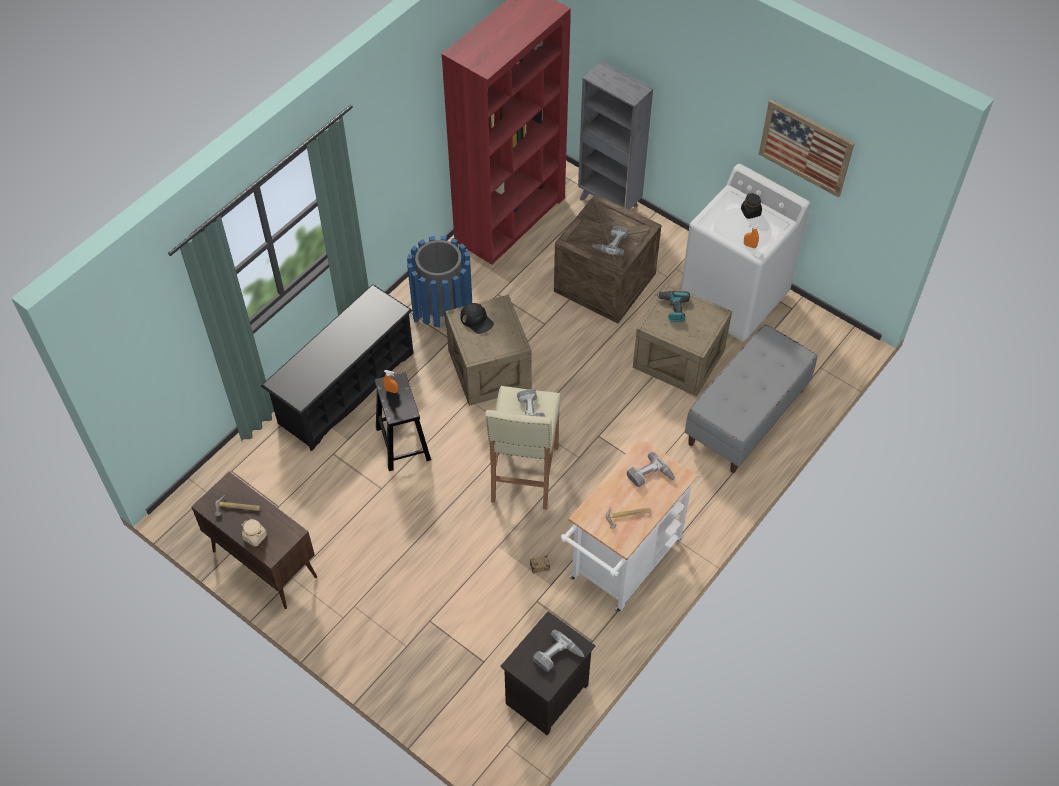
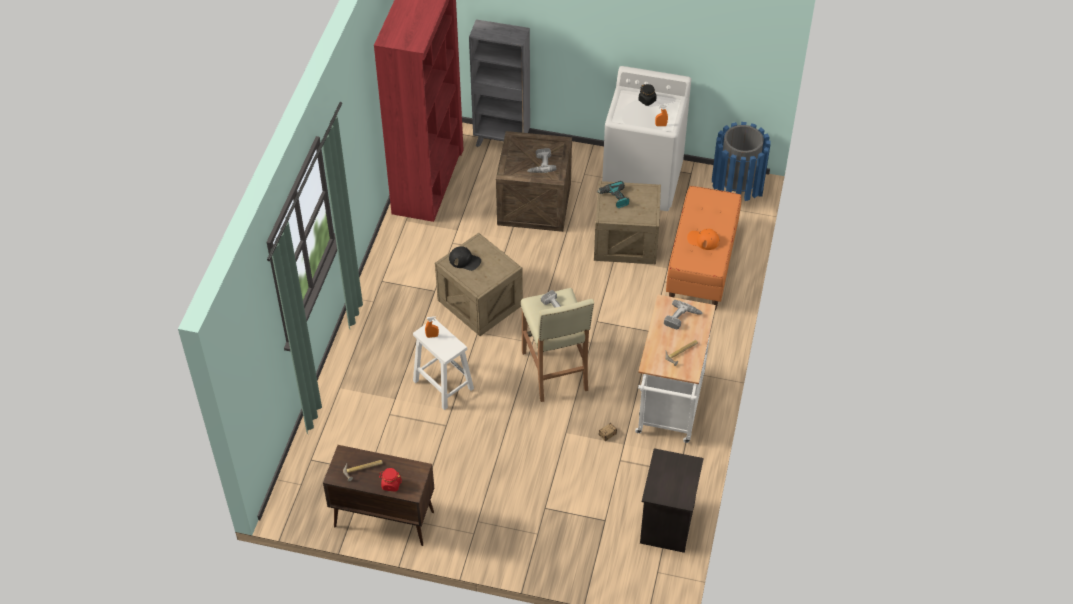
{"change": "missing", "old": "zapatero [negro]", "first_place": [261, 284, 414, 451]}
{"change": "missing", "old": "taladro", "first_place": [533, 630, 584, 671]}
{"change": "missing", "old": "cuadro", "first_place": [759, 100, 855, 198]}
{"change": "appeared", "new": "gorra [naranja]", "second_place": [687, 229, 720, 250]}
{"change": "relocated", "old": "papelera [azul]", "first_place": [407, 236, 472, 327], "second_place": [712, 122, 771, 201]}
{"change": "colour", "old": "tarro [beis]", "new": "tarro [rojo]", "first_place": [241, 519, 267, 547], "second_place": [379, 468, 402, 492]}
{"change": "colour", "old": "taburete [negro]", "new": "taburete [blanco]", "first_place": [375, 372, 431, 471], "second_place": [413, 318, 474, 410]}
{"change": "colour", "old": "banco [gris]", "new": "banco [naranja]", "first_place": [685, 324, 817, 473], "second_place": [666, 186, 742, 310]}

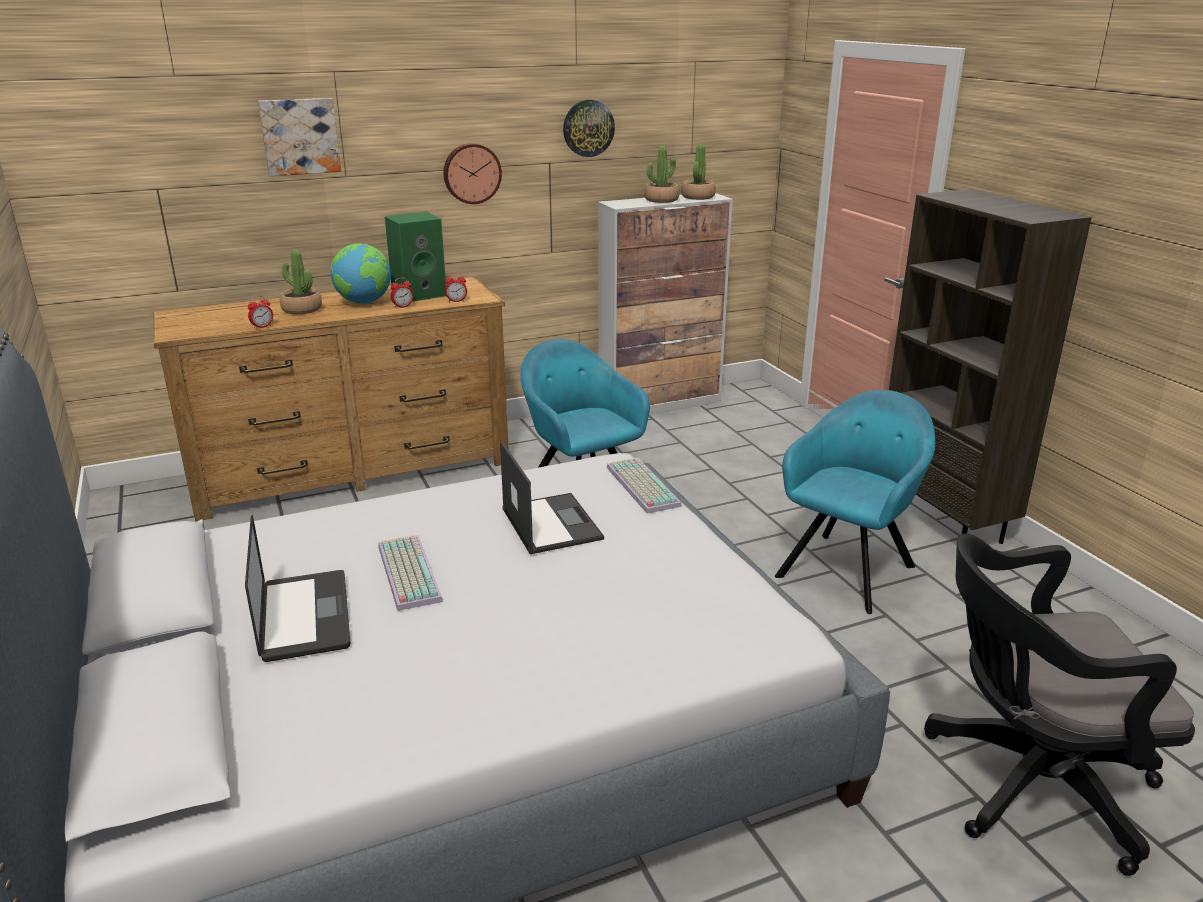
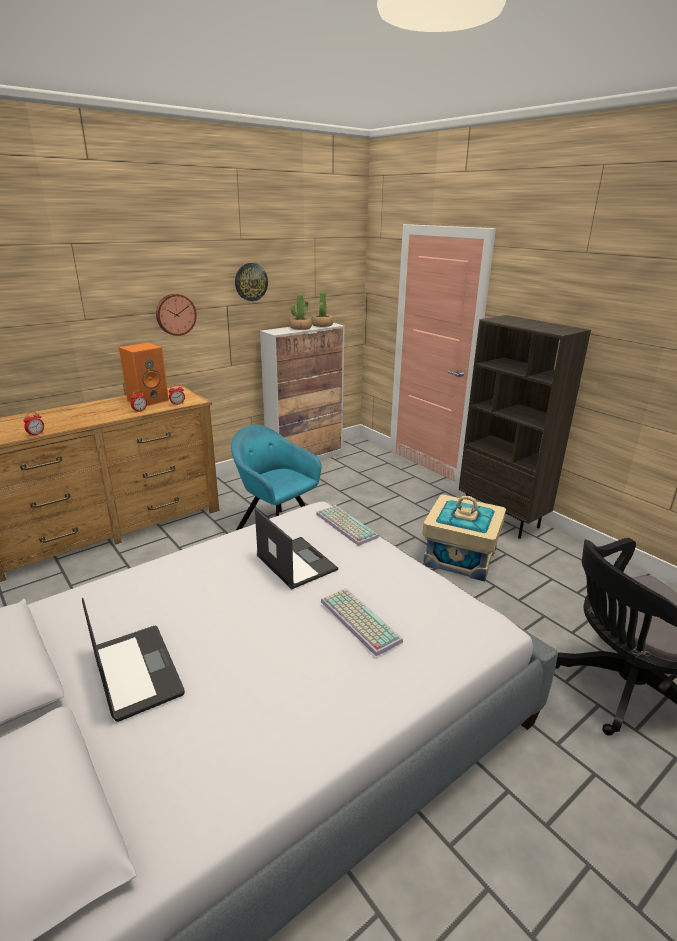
{"change": "missing", "old": "cuadro", "first_place": [258, 98, 341, 176]}
{"change": "missing", "old": "planta en maceta", "first_place": [280, 249, 322, 314]}
{"change": "missing", "old": "globo terráqueo", "first_place": [331, 243, 391, 304]}
{"change": "relocated", "old": "teclado", "first_place": [378, 535, 443, 611], "second_place": [321, 588, 403, 656]}
{"change": "exchanged", "old": "sillón [turquesa]", "new": "caja de almacenaje [beis]", "first_place": [775, 390, 935, 614], "second_place": [423, 495, 506, 582]}
{"change": "colour", "old": "altavoz [verde]", "new": "altavoz [naranja]", "first_place": [385, 212, 446, 302], "second_place": [119, 343, 169, 406]}

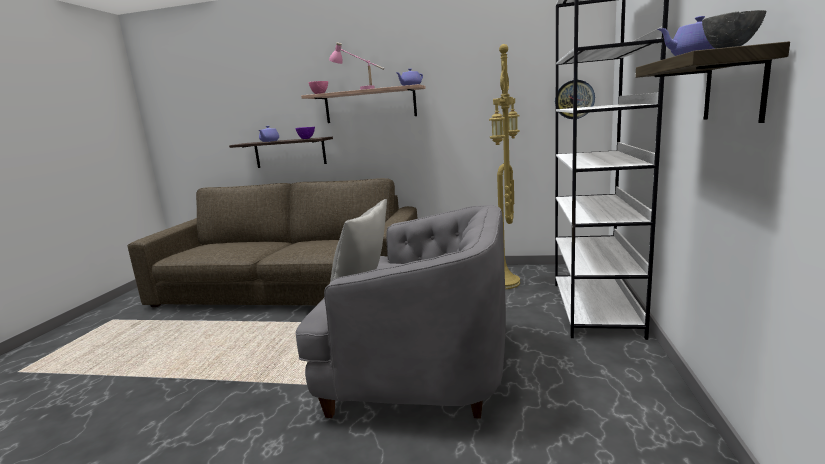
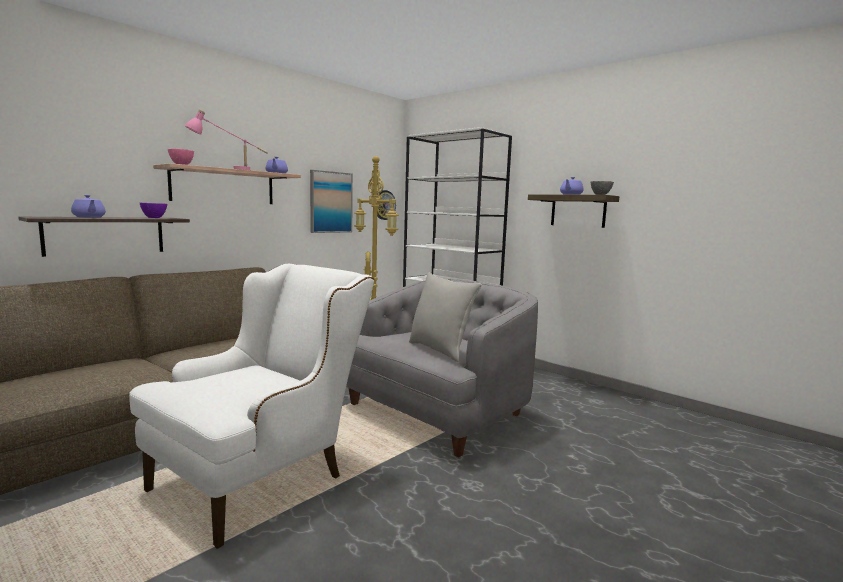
{"change": "appeared", "new": "sillón [blanco]", "second_place": [129, 264, 375, 549]}
{"change": "appeared", "new": "cuadro", "second_place": [310, 170, 353, 233]}

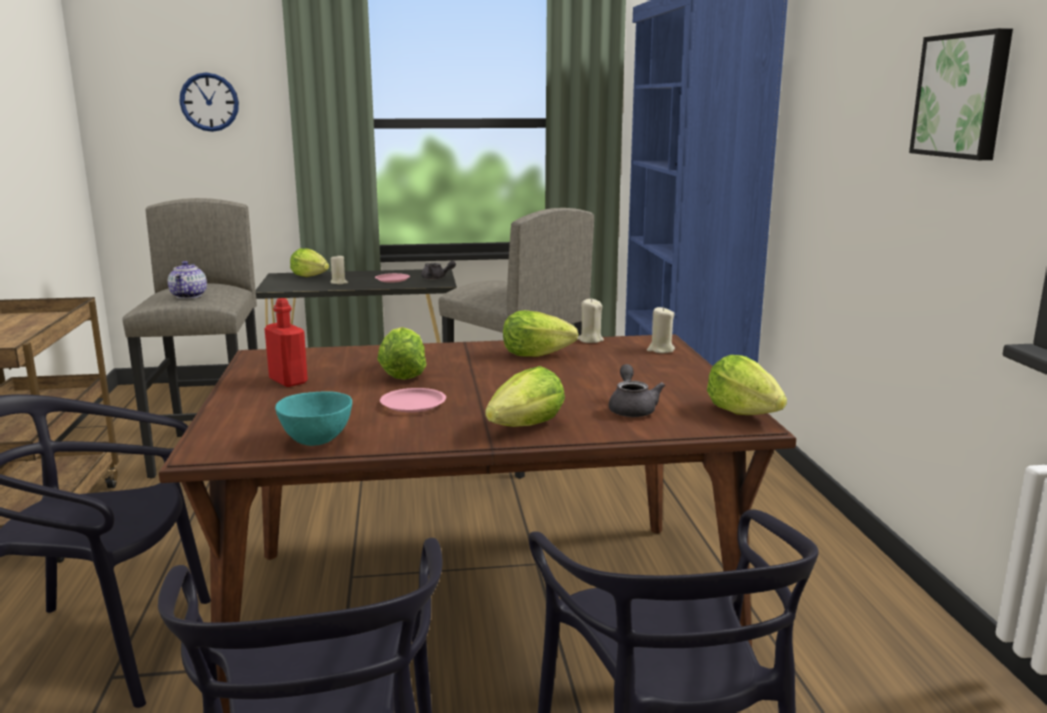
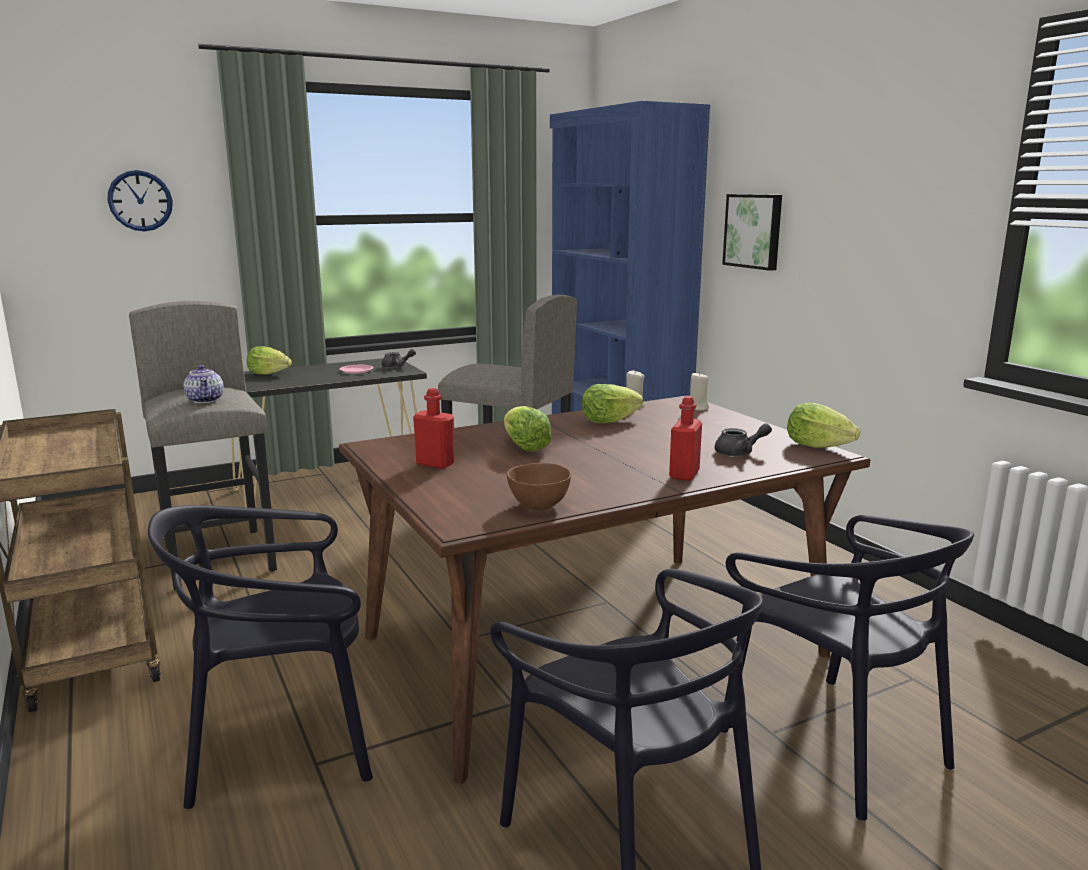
{"change": "missing", "old": "vela [beis]", "first_place": [330, 254, 348, 284]}
{"change": "missing", "old": "plato [rosa]", "first_place": [380, 388, 446, 413]}
{"change": "relocated", "old": "cuadro", "first_place": [909, 28, 1013, 160], "second_place": [722, 194, 782, 271]}
{"change": "exchanged", "old": "lechuga", "new": "botella [rojo]", "first_place": [485, 366, 565, 427], "second_place": [669, 396, 702, 481]}
{"change": "colour", "old": "cuenco [turquesa]", "new": "cuenco [marrón]", "first_place": [275, 391, 352, 446], "second_place": [507, 463, 571, 510]}
{"change": "spun", "old": "tetera [gris]", "first_place": [609, 364, 665, 417], "second_place": [715, 423, 772, 456], "degrees": 105}

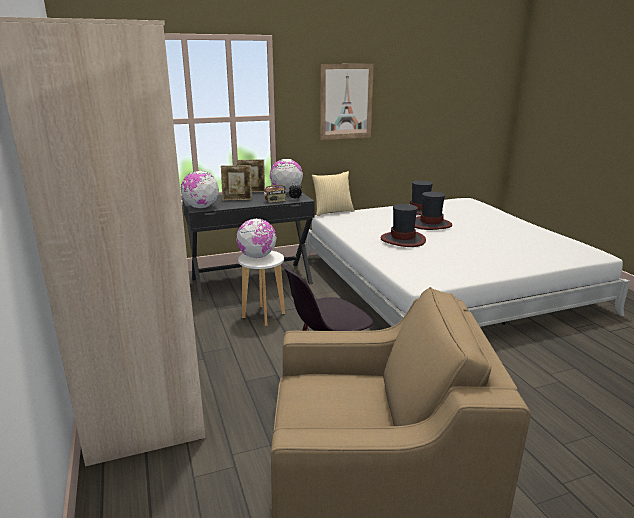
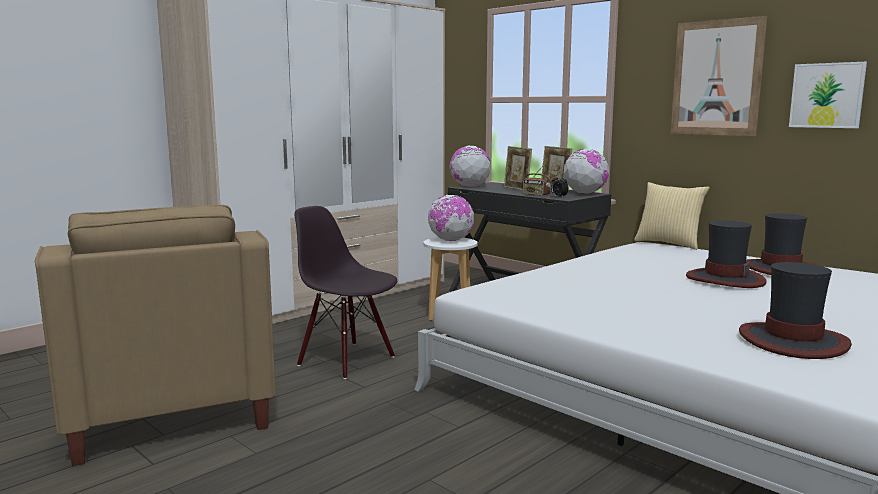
{"change": "appeared", "new": "cuadro", "second_place": [789, 62, 867, 128]}
{"change": "relocated", "old": "sombrero", "first_place": [381, 204, 426, 247], "second_place": [739, 262, 852, 359]}

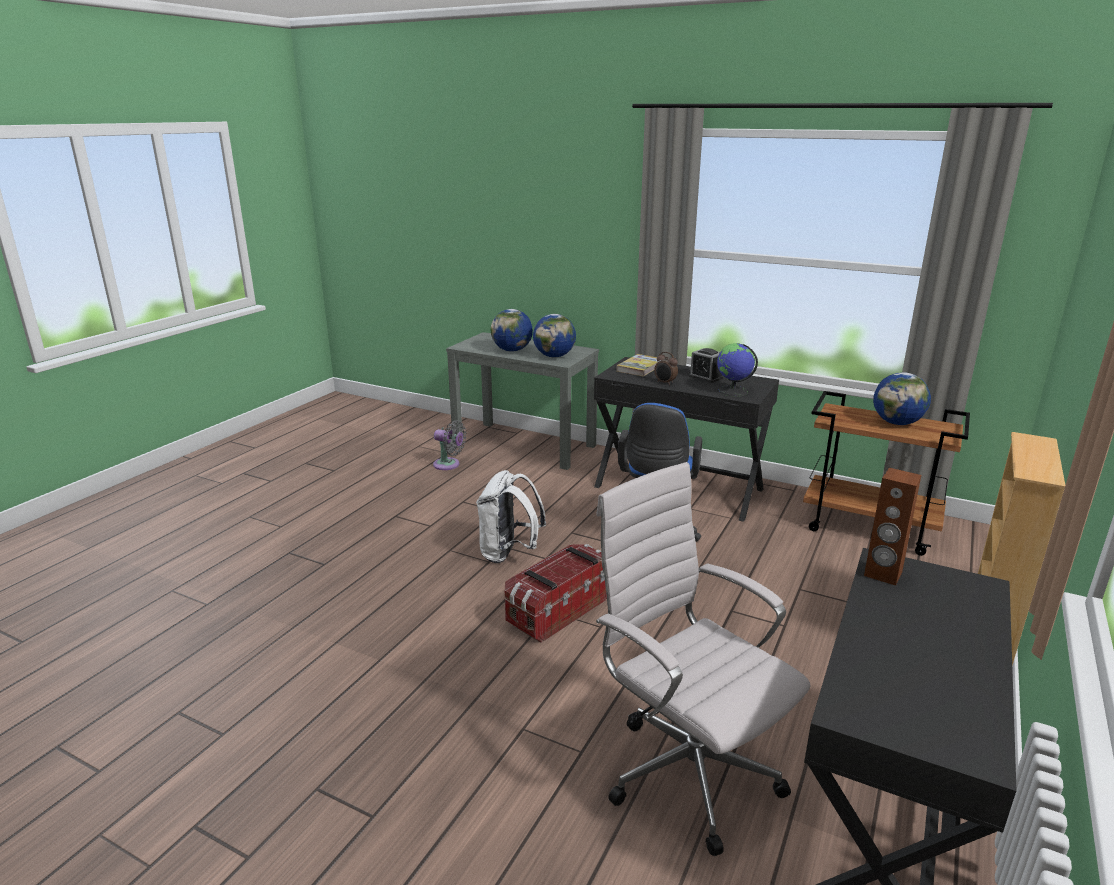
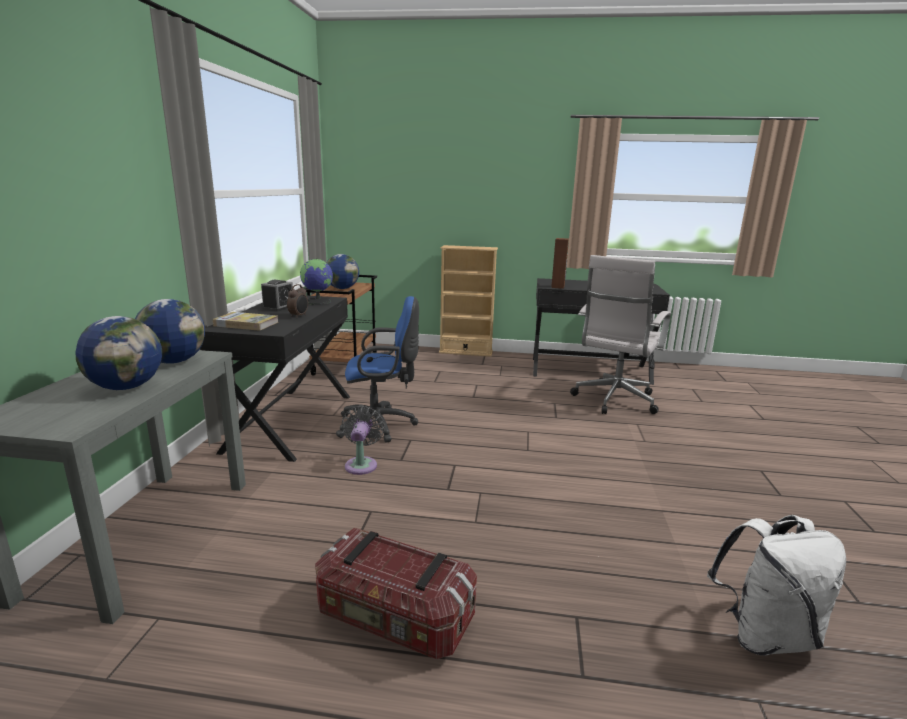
{"change": "relocated", "old": "ventilador [gris]", "first_place": [433, 420, 466, 470], "second_place": [342, 406, 385, 475]}
{"change": "relocated", "old": "mochila [blanco]", "first_place": [476, 470, 546, 563], "second_place": [707, 515, 846, 655]}
{"change": "relocated", "old": "caja de almacenaje", "first_place": [505, 544, 607, 643], "second_place": [315, 528, 477, 660]}

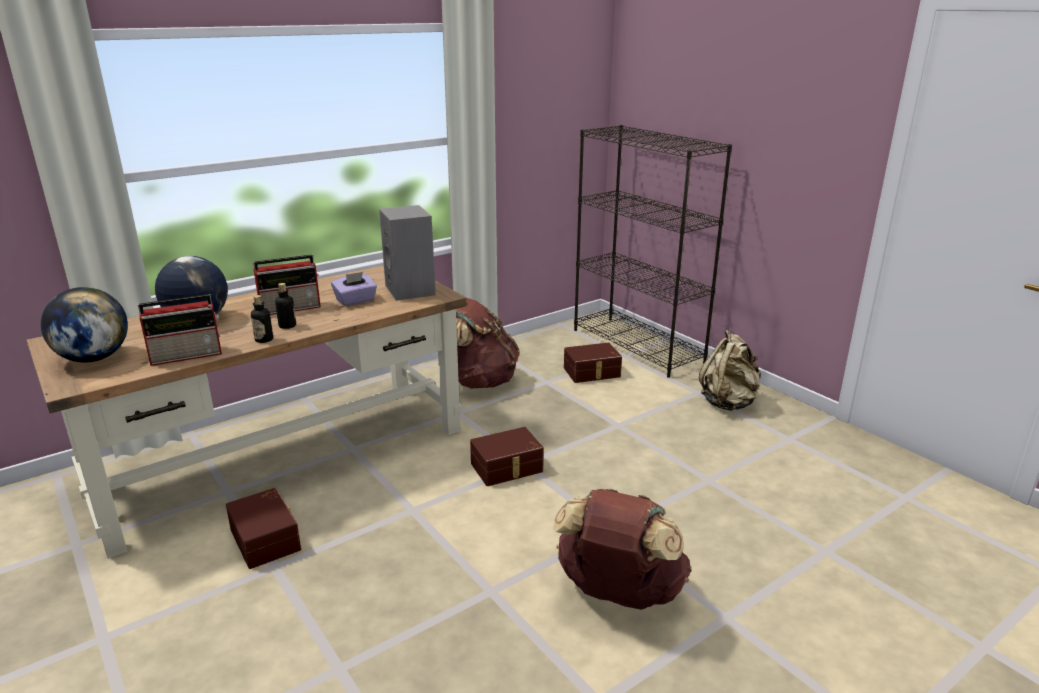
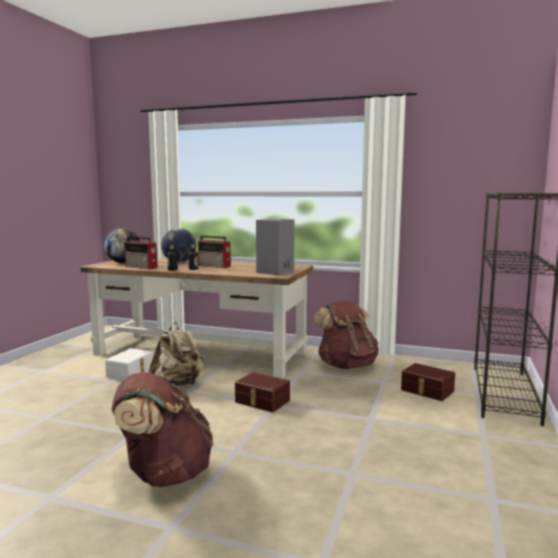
{"change": "missing", "old": "caja de pañuelos [morado]", "first_place": [331, 272, 377, 306]}
{"change": "relocated", "old": "mochila [beis]", "first_place": [699, 330, 761, 411], "second_place": [149, 322, 204, 386]}
{"change": "colour", "old": "caja de almacenaje [marrón]", "new": "caja de almacenaje [blanco]", "first_place": [226, 488, 301, 569], "second_place": [105, 348, 153, 381]}

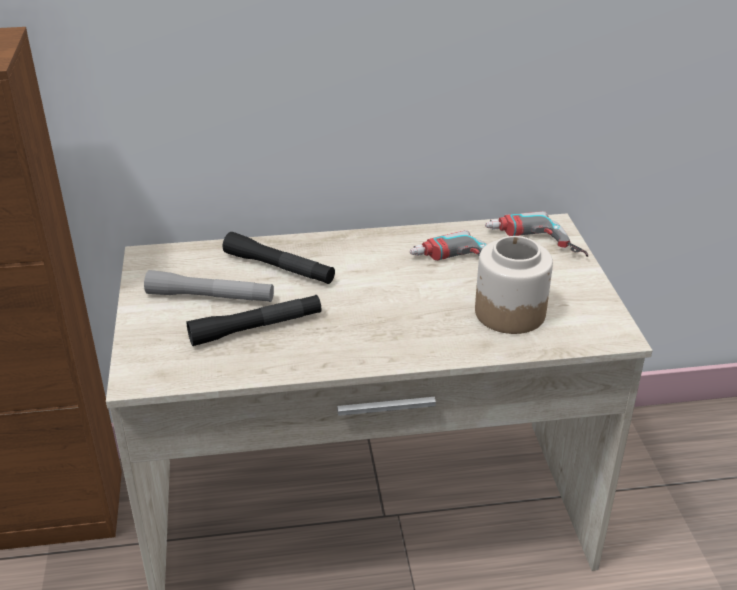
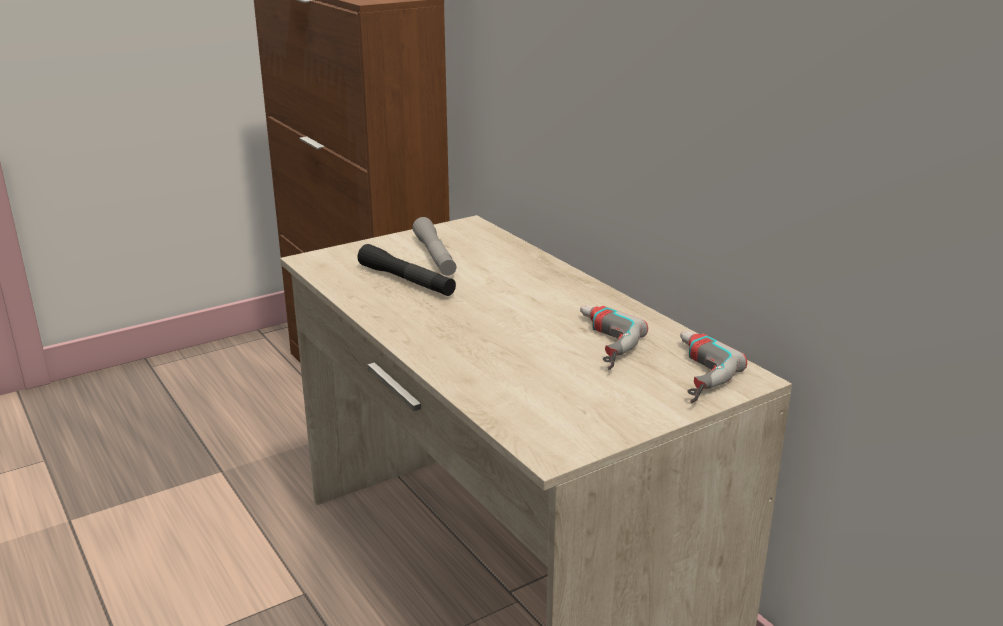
{"change": "missing", "old": "linterna [negro]", "first_place": [223, 232, 335, 284]}
{"change": "missing", "old": "tarro", "first_place": [475, 236, 553, 334]}

